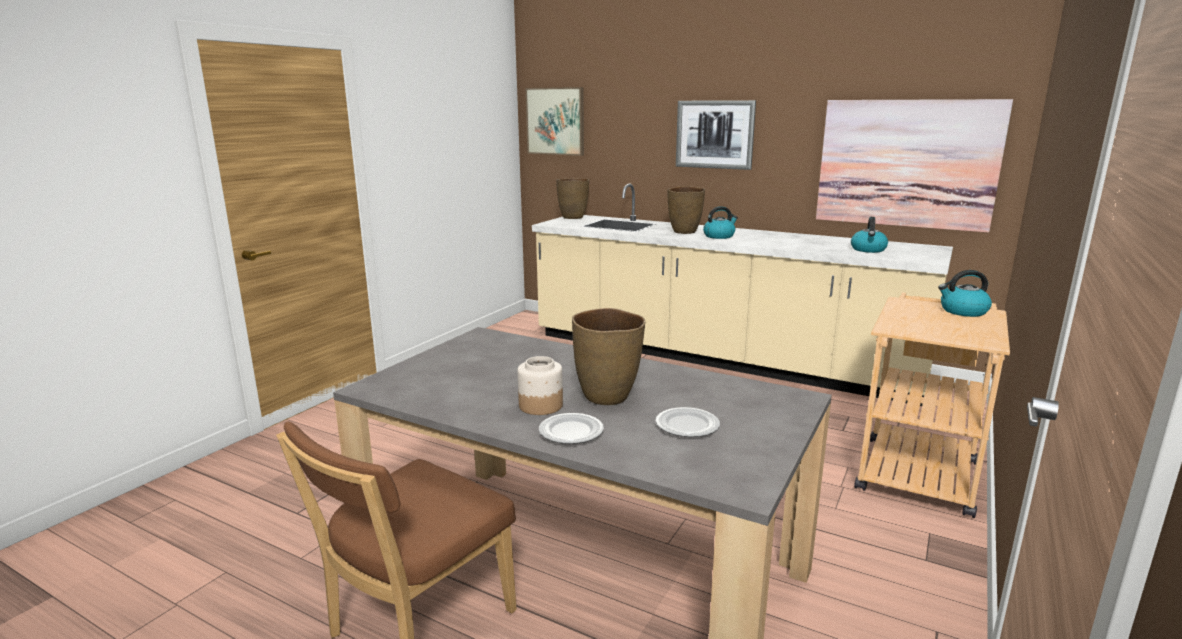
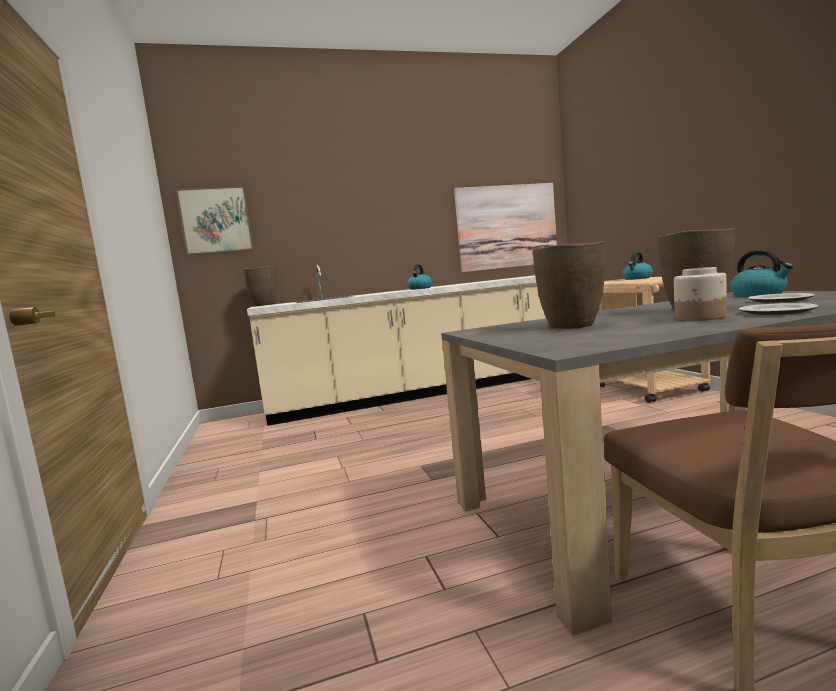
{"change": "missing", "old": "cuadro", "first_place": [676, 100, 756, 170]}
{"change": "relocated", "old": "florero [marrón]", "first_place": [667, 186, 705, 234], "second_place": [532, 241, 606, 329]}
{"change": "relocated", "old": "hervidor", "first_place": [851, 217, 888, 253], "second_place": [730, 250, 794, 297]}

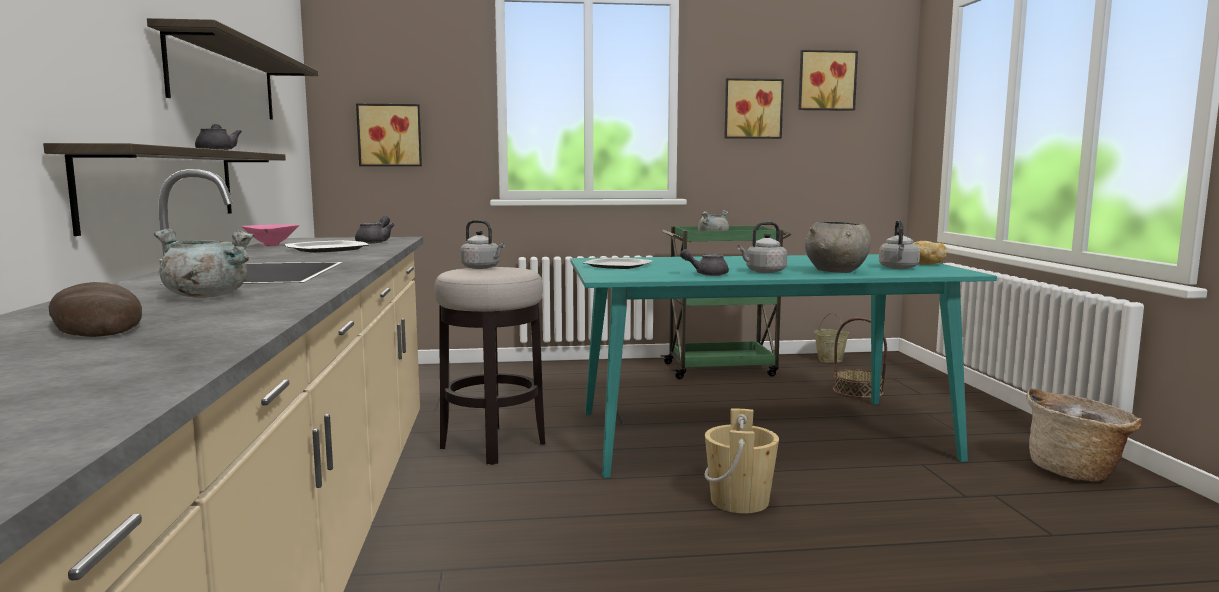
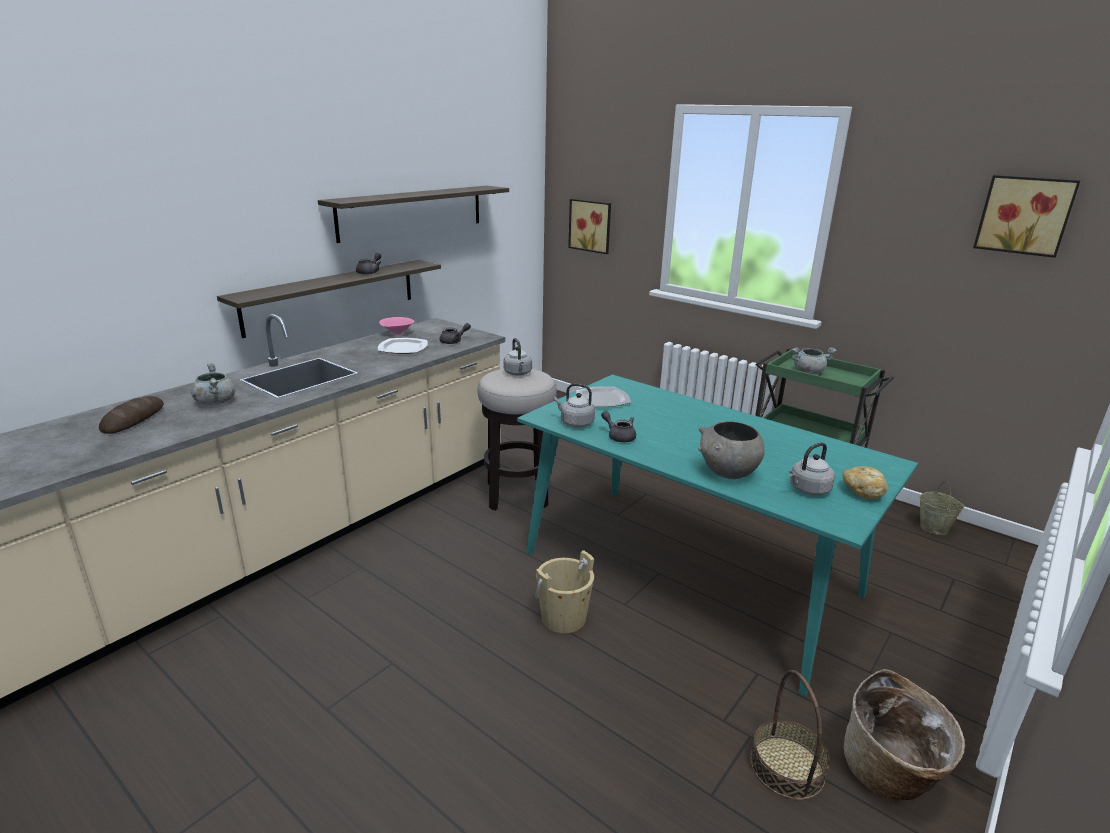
{"change": "missing", "old": "cuadro", "first_place": [725, 78, 784, 139]}
{"change": "relocated", "old": "hervidor [gris]", "first_place": [737, 222, 787, 273], "second_place": [554, 383, 595, 427]}
{"change": "relocated", "old": "cesta", "first_place": [833, 317, 887, 398], "second_place": [750, 670, 830, 800]}

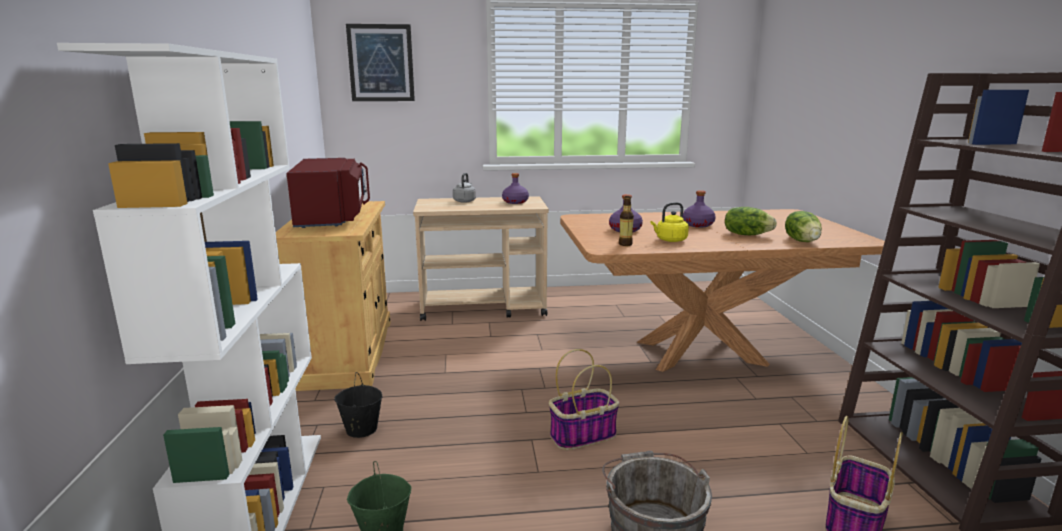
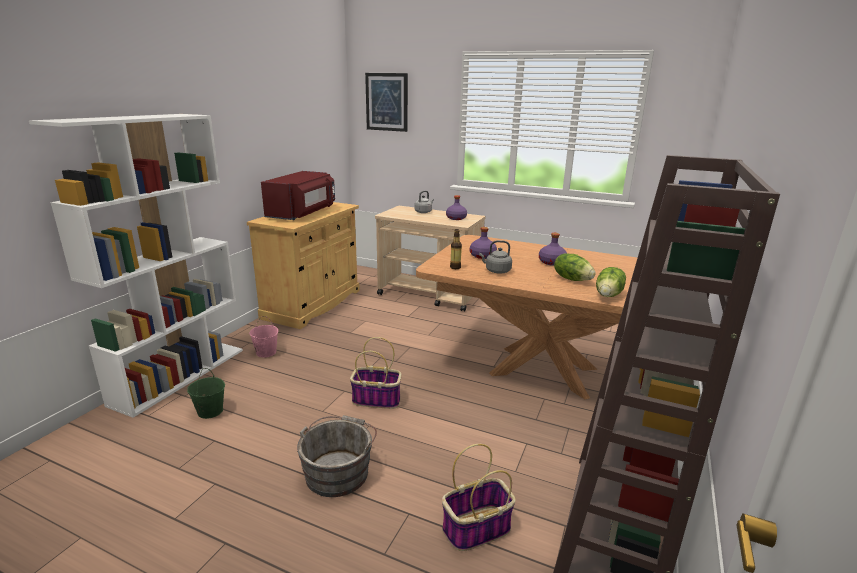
{"change": "colour", "old": "cubo [negro]", "new": "cubo [rosa]", "first_place": [334, 372, 383, 438], "second_place": [249, 316, 278, 357]}
{"change": "colour", "old": "hervidor [amarillo]", "new": "hervidor [gris]", "first_place": [650, 202, 689, 242], "second_place": [479, 240, 512, 273]}

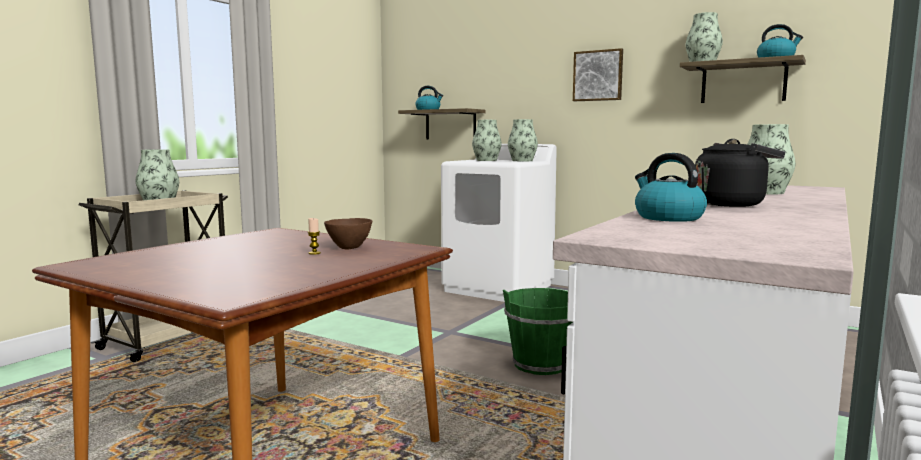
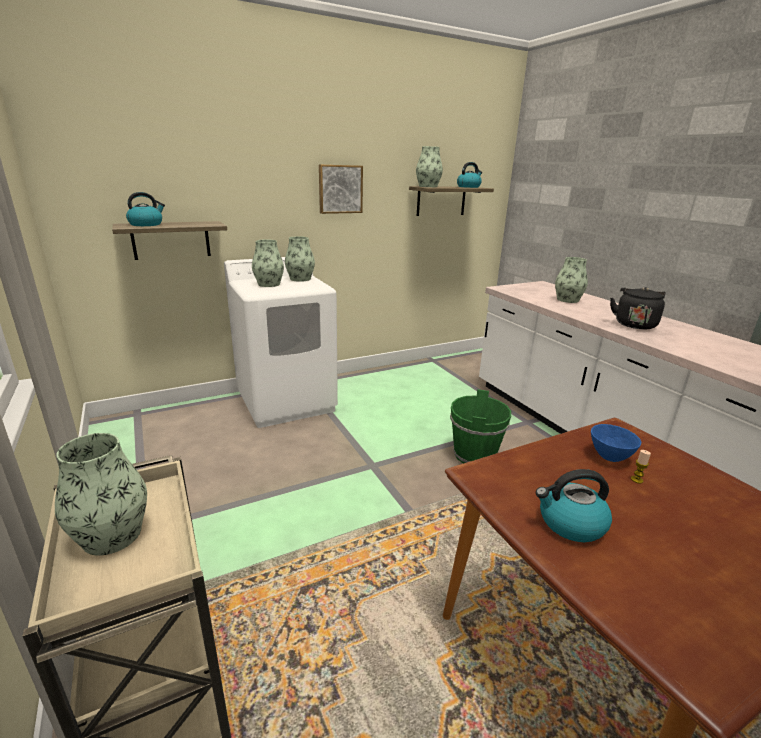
{"change": "relocated", "old": "hervidor", "first_place": [635, 153, 707, 222], "second_place": [536, 469, 612, 542]}
{"change": "colour", "old": "cuenco [marrón]", "new": "cuenco [azul]", "first_place": [324, 218, 372, 249], "second_place": [591, 424, 641, 462]}

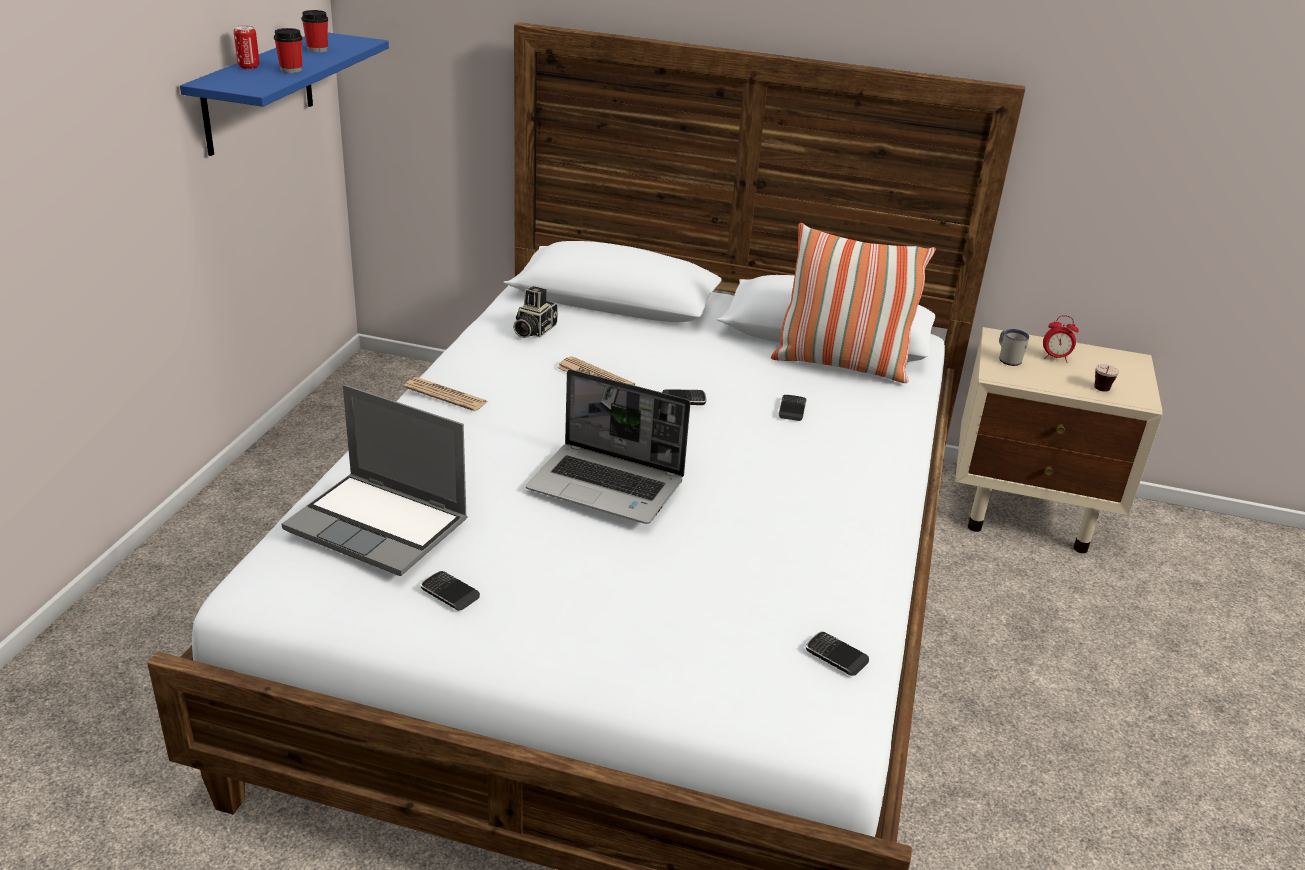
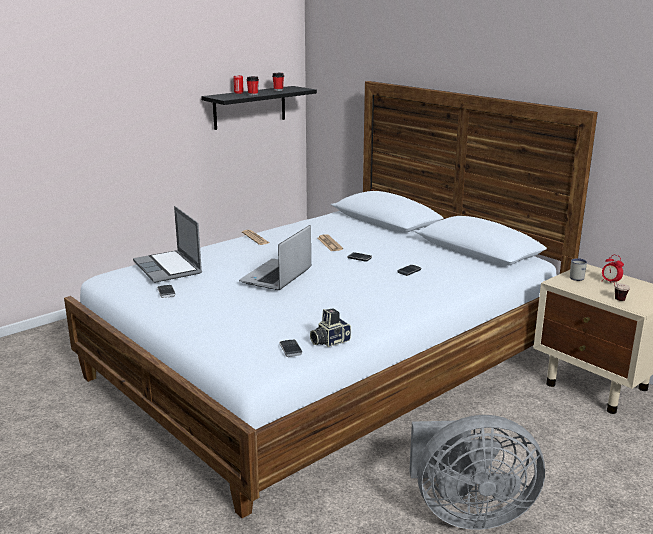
{"change": "missing", "old": "cojín", "first_place": [771, 223, 936, 383]}
{"change": "appeared", "new": "ventilador [gris]", "second_place": [409, 415, 545, 530]}
{"change": "relocated", "old": "cámara", "first_place": [513, 286, 558, 338], "second_place": [310, 308, 351, 347]}
{"change": "colour", "old": "estante [azul]", "new": "estante [negro]", "first_place": [180, 33, 389, 156], "second_place": [201, 86, 317, 130]}
{"change": "spun", "old": "portátil", "first_place": [526, 369, 690, 524], "second_place": [239, 225, 311, 290], "degrees": 60}

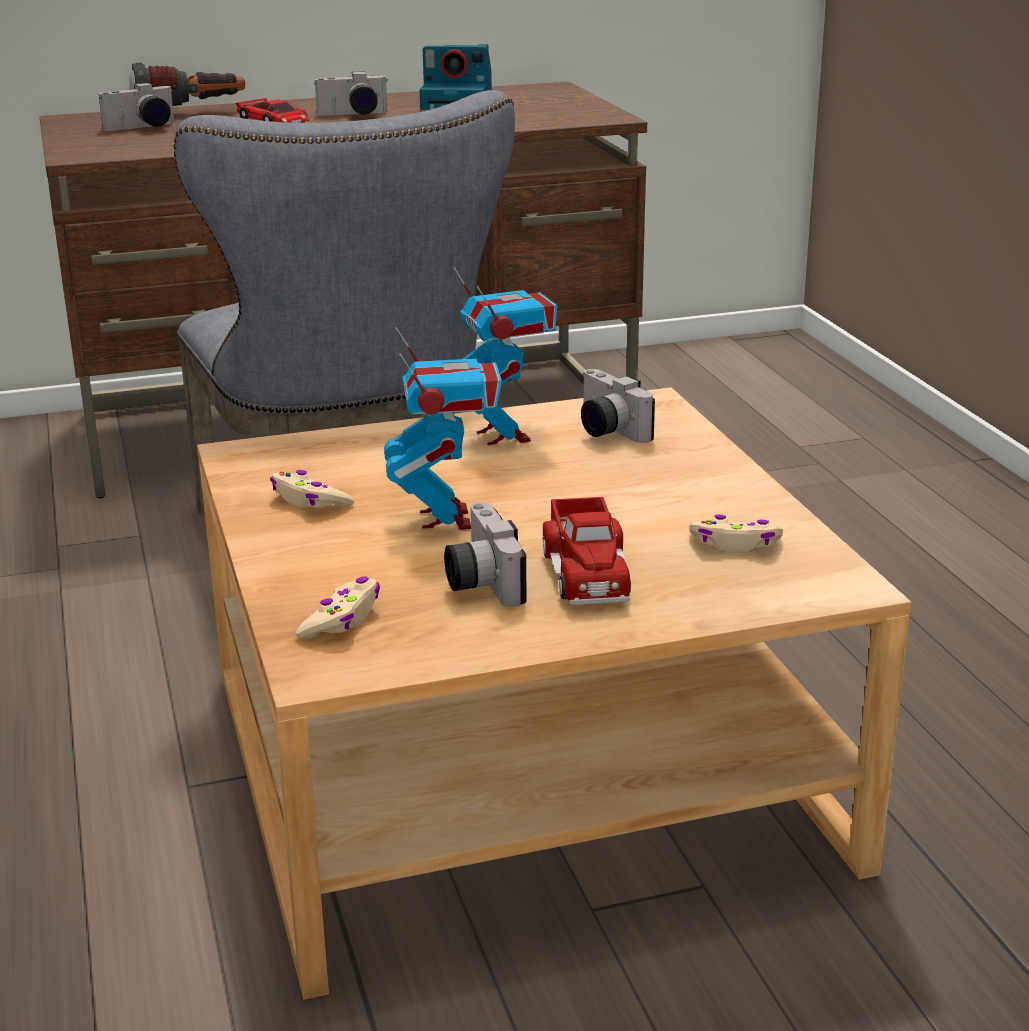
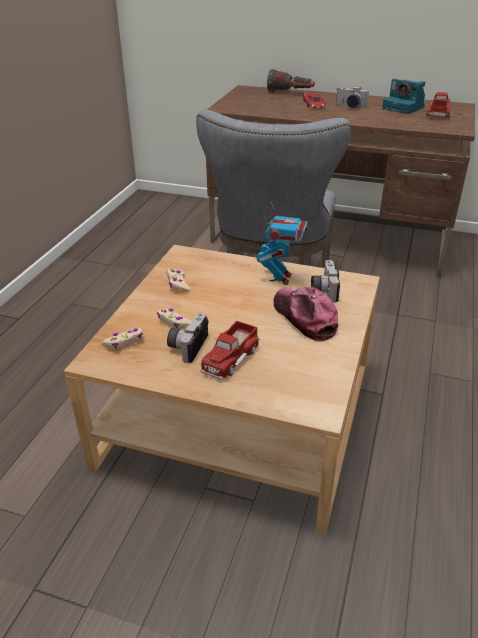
{"change": "missing", "old": "cámara", "first_place": [99, 83, 174, 131]}
{"change": "missing", "old": "robot de juguete", "first_place": [384, 327, 502, 530]}
{"change": "appeared", "new": "gorra", "second_place": [274, 287, 338, 342]}
{"change": "appeared", "new": "camión de juguete", "second_place": [426, 92, 451, 118]}
{"change": "relocated", "old": "mando de consola [beis]", "first_place": [690, 514, 783, 551], "second_place": [157, 308, 192, 329]}

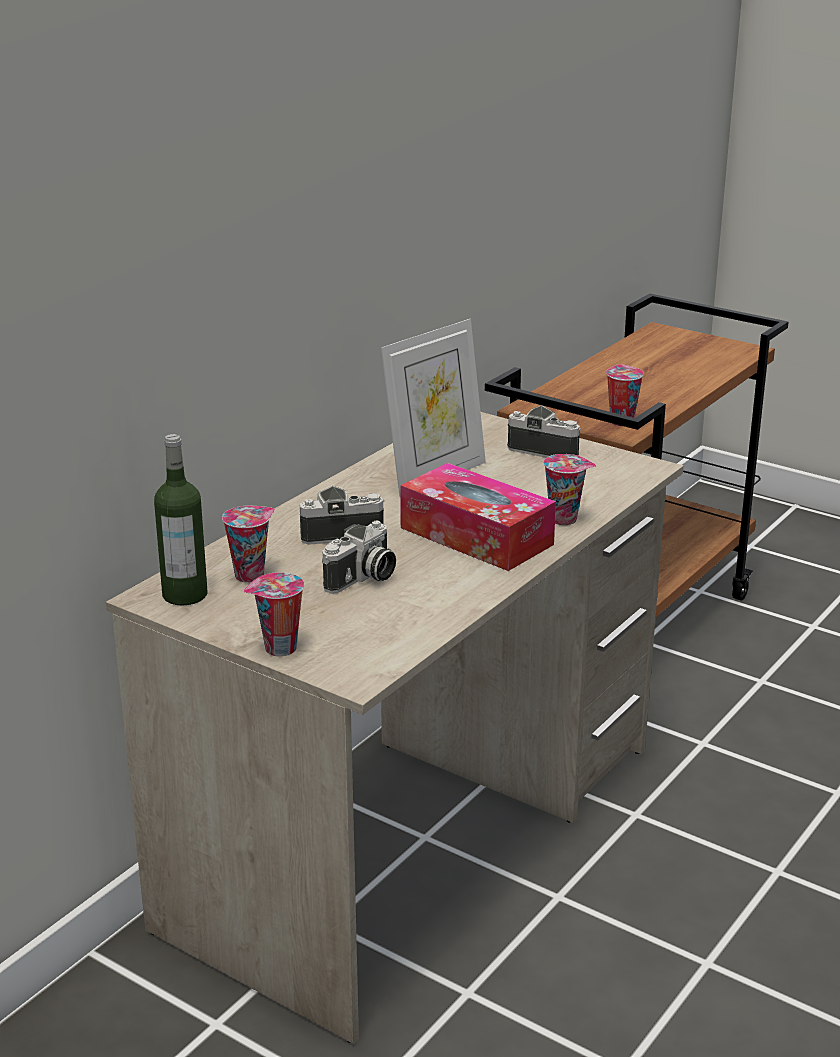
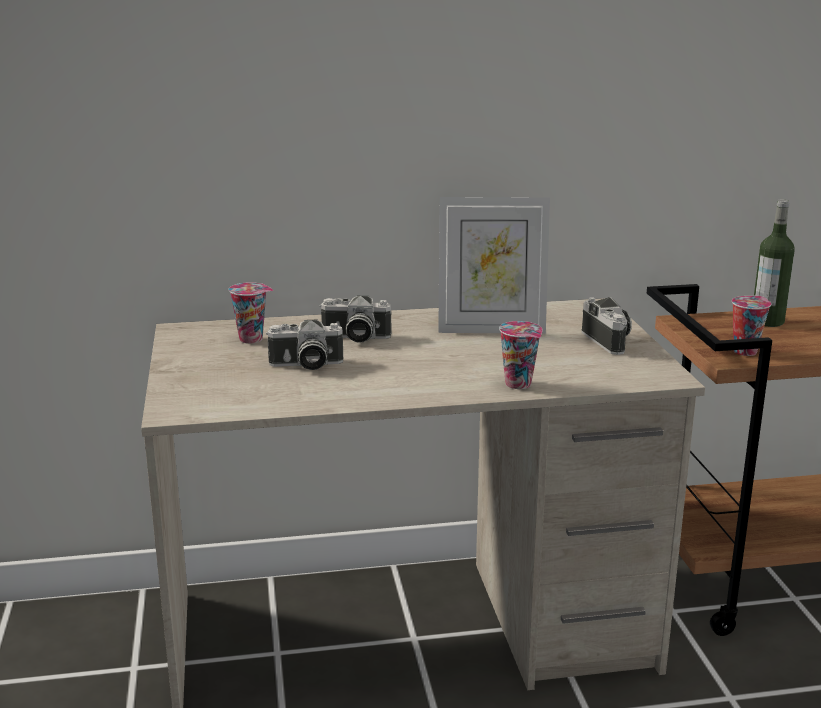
{"change": "missing", "old": "taza", "first_place": [243, 572, 304, 656]}
{"change": "missing", "old": "caja de pañuelos", "first_place": [400, 463, 556, 571]}
{"change": "relocated", "old": "botella", "first_place": [154, 434, 208, 606], "second_place": [754, 199, 795, 327]}
{"change": "spun", "old": "cámara", "first_place": [300, 486, 385, 545], "second_place": [320, 296, 392, 343], "degrees": 150}

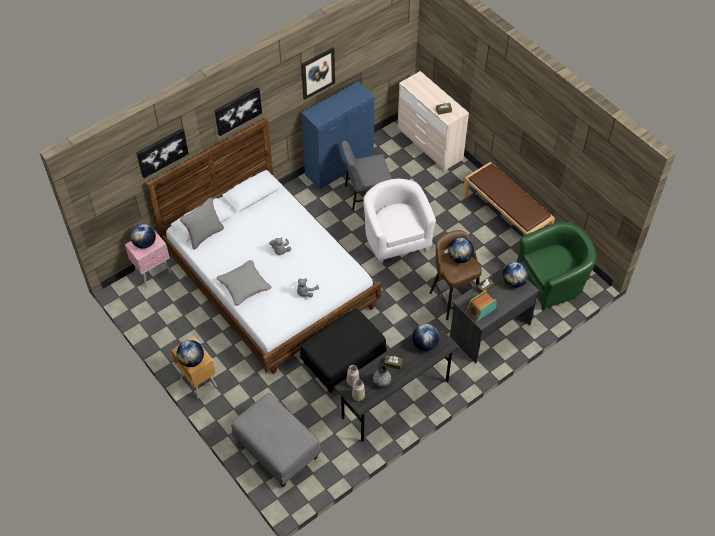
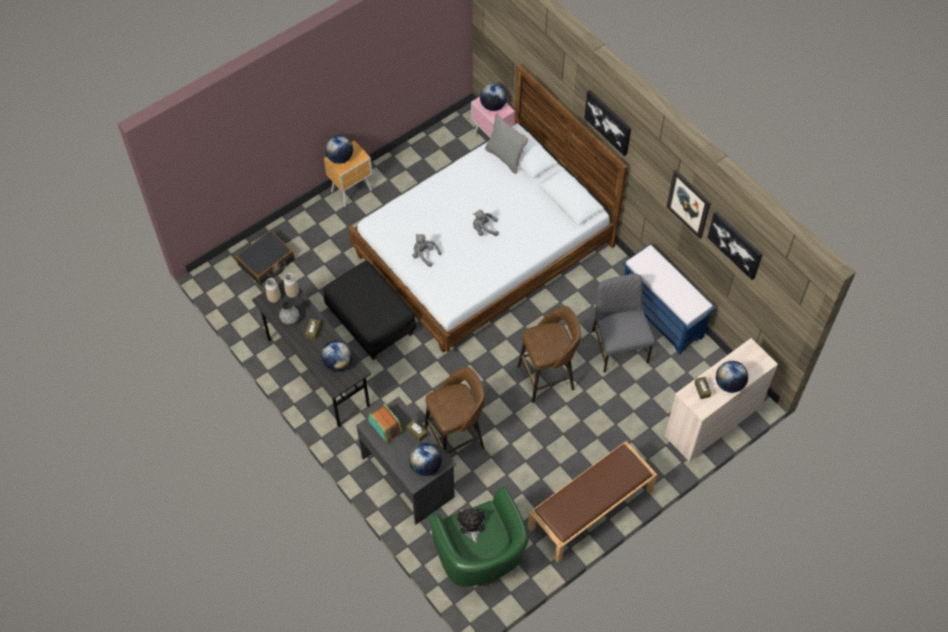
{"change": "missing", "old": "cojín [gris]", "first_place": [216, 260, 271, 306]}
{"change": "appeared", "new": "peluche", "second_place": [457, 508, 485, 543]}
{"change": "relocated", "old": "cuadro", "first_place": [136, 128, 189, 178], "second_place": [707, 211, 763, 280]}
{"change": "relocated", "old": "globo terráqueo", "first_place": [448, 238, 474, 263], "second_place": [716, 361, 748, 393]}
{"change": "exchanged", "old": "puf [gris]", "new": "maleta [negro]", "first_place": [231, 393, 321, 487], "second_place": [236, 230, 295, 285]}
{"change": "exchanged", "old": "armario [azul]", "new": "banco [azul]", "first_place": [301, 81, 374, 189], "second_place": [623, 244, 716, 355]}
{"change": "exchanged", "old": "sillón [blanco]", "new": "taburete [marrón]", "first_place": [363, 179, 436, 264], "second_place": [517, 306, 581, 403]}

